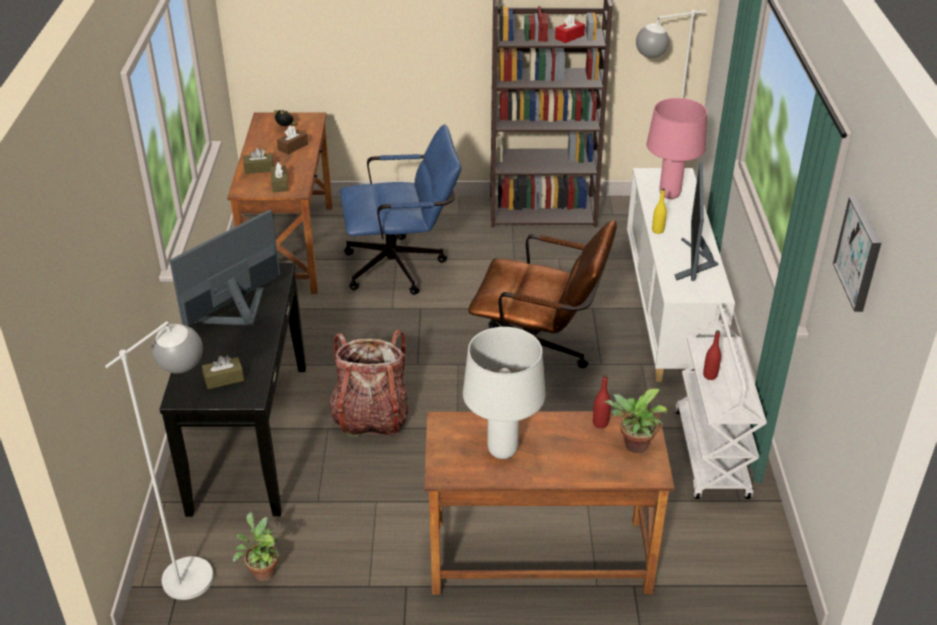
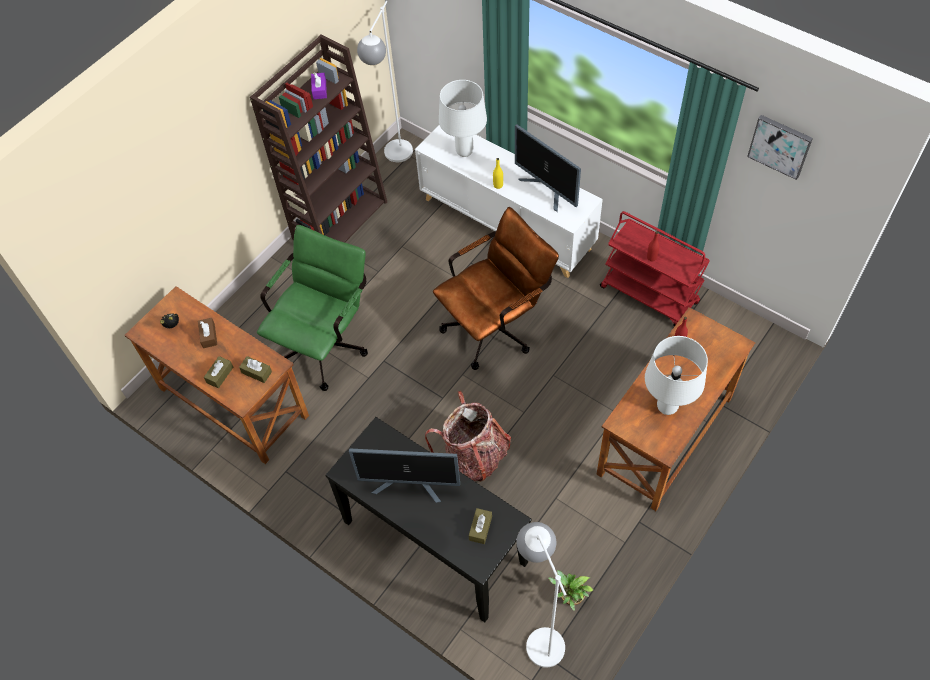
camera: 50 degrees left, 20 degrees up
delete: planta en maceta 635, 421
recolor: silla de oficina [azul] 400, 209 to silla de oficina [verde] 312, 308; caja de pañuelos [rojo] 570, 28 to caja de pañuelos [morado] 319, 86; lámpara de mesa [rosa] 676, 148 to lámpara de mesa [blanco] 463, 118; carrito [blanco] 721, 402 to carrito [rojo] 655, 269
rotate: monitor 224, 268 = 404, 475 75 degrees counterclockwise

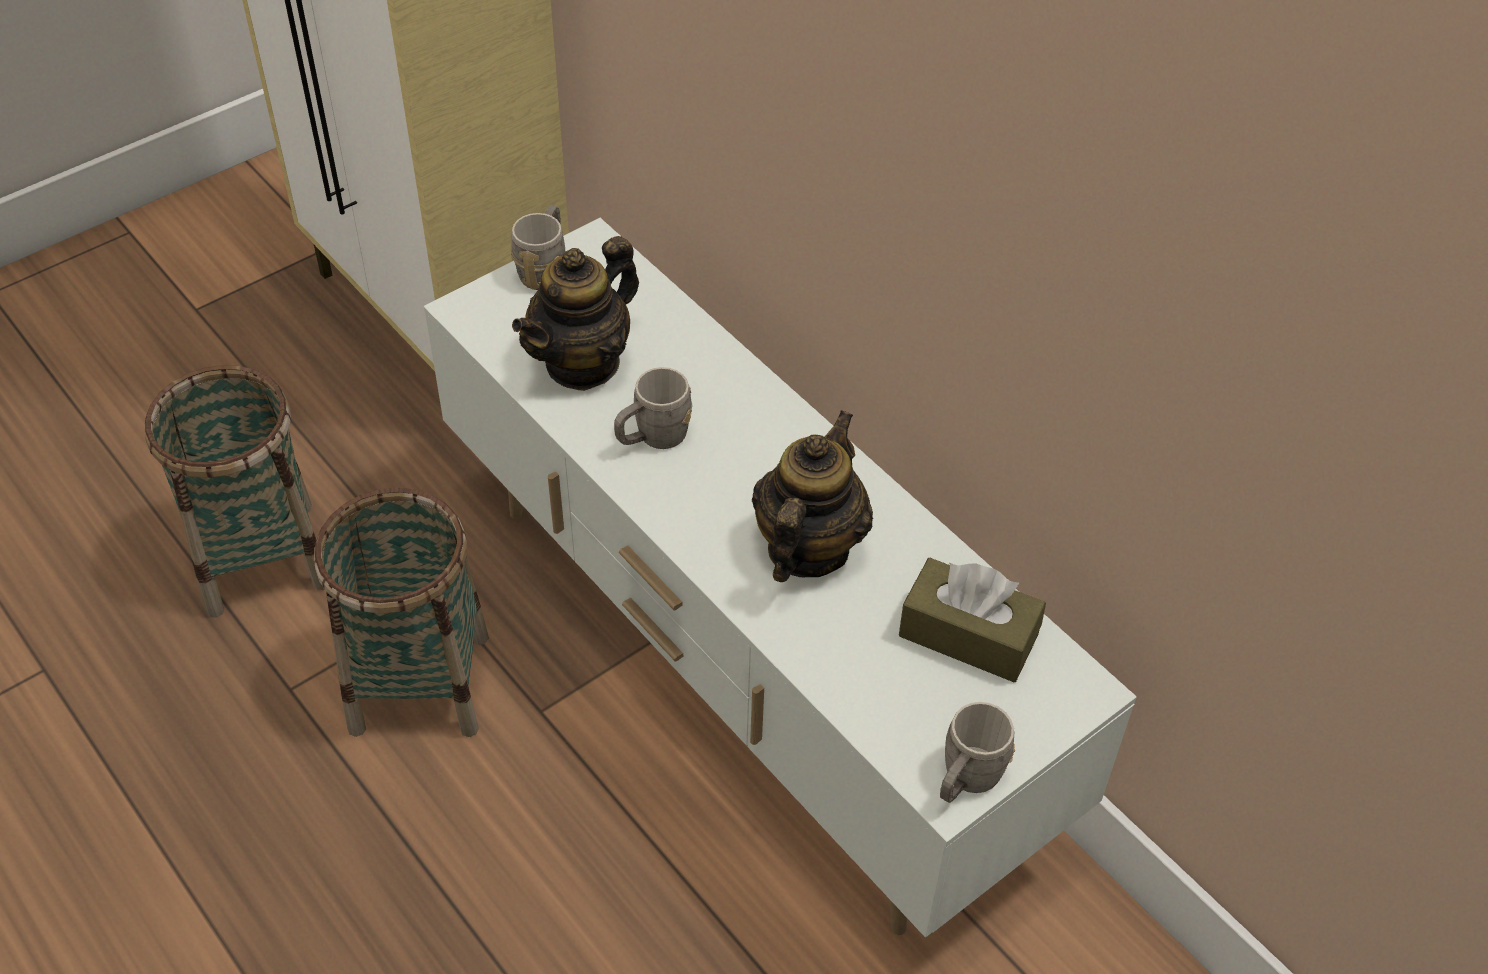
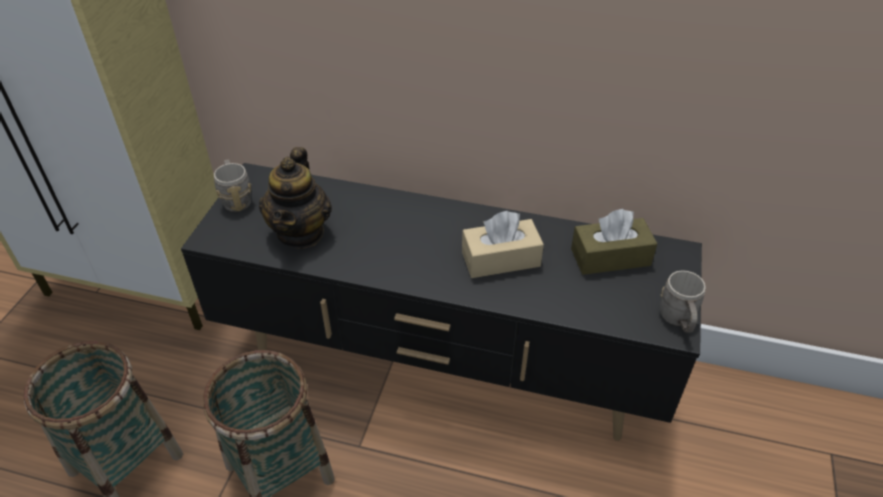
camera: 35 degrees left, 5 degrees down
delete: taza grande [gris] 653, 408
replace: tetera 812, 496 to caja de pañuelos [beis] 503, 244
recolor: mueble de televisión [blanco] 780, 578 to mueble de televisión [negro] 441, 302

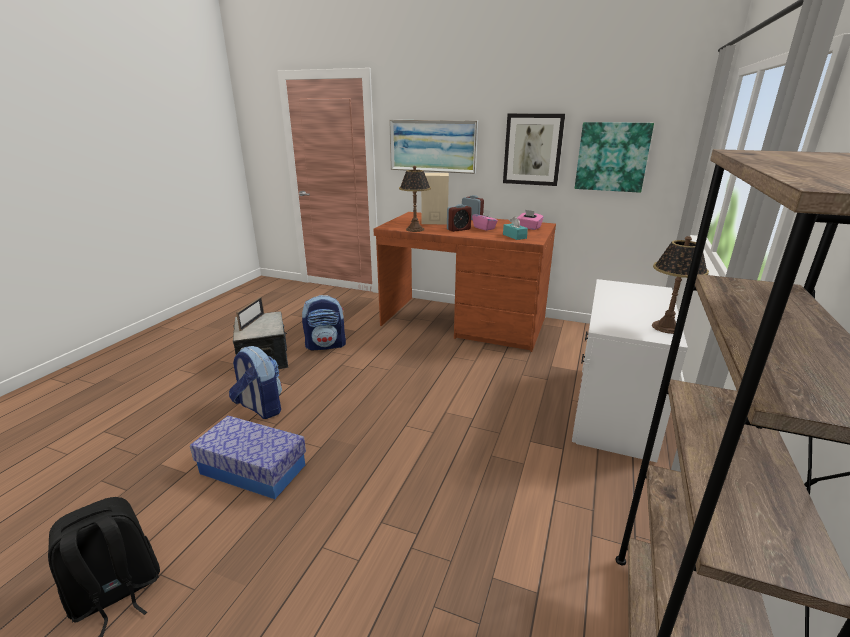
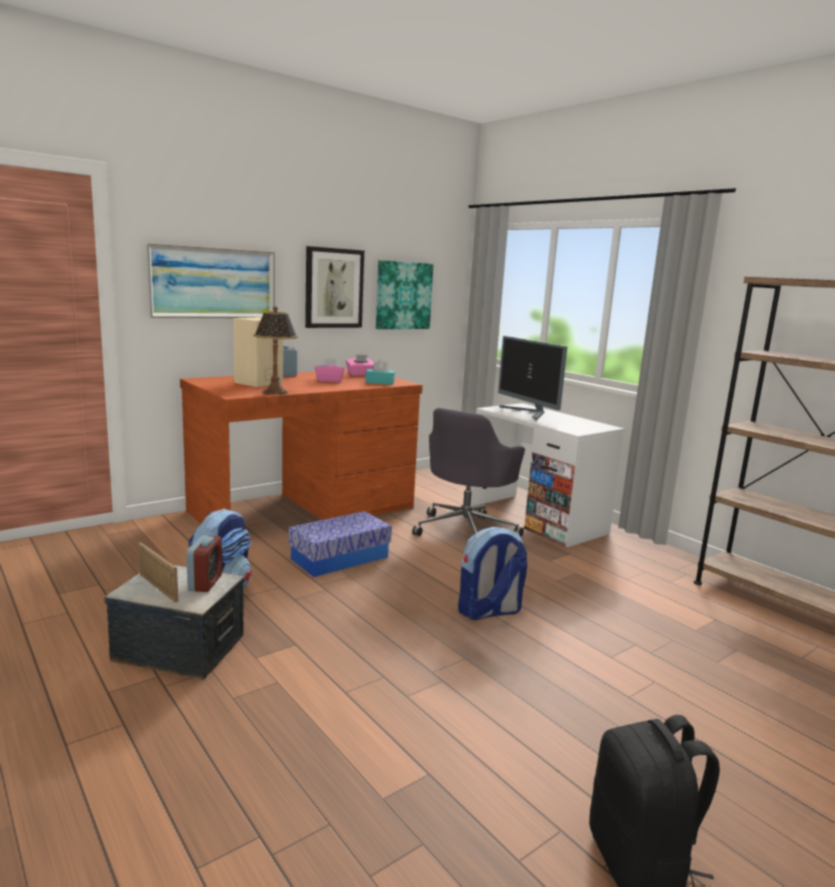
camera: 60 degrees left, 10 degrees down
delete: lámpara de mesa 680, 285
insert: silla de oficina [gris] 468, 472; monitor 532, 378
move: caja de almacenaje 248, 457 to 340, 544; mochila 255, 382 to 492, 573; despertador 459, 218 to 204, 563

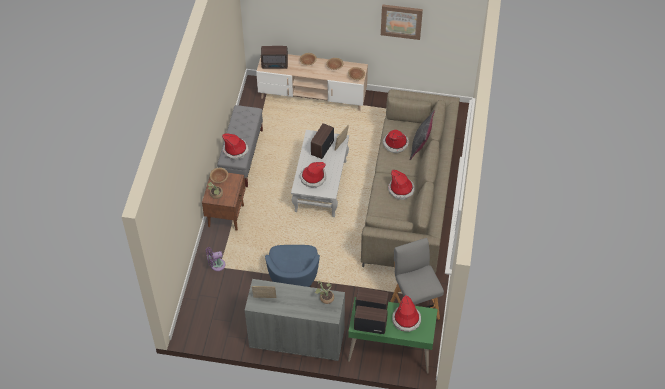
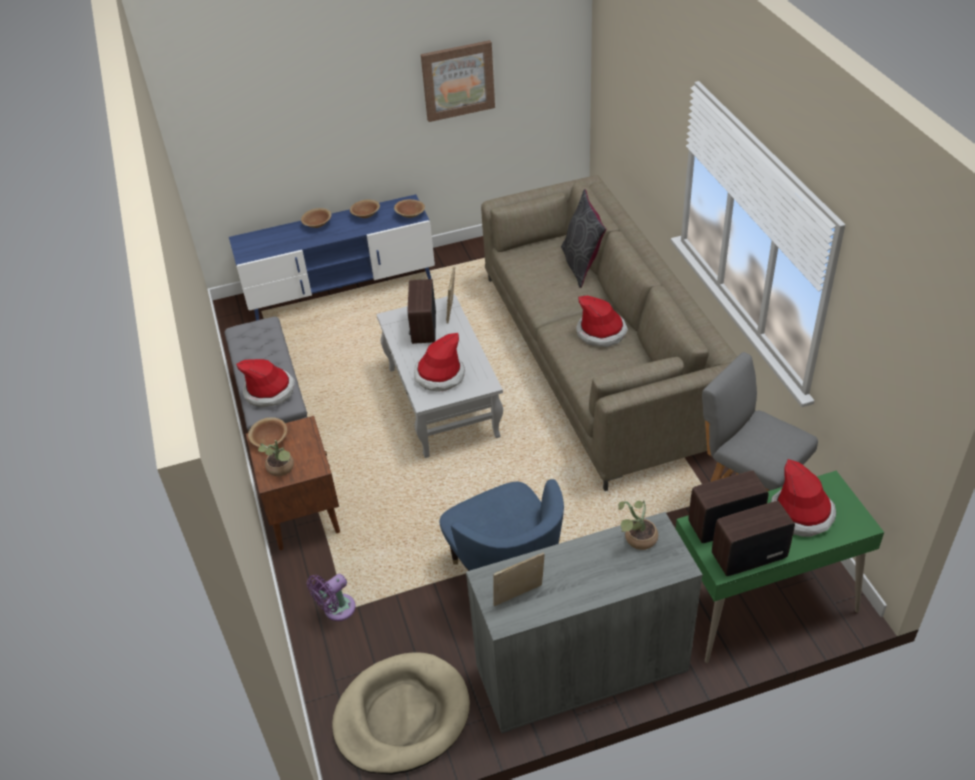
camera: 25 degrees left, 10 degrees down
delete: radio 274, 57; sombrero 396, 141
insert: cama para perro [beis] 401, 713
recolor: mueble de televisión [beis] 312, 82 to mueble de televisión [azul] 332, 257

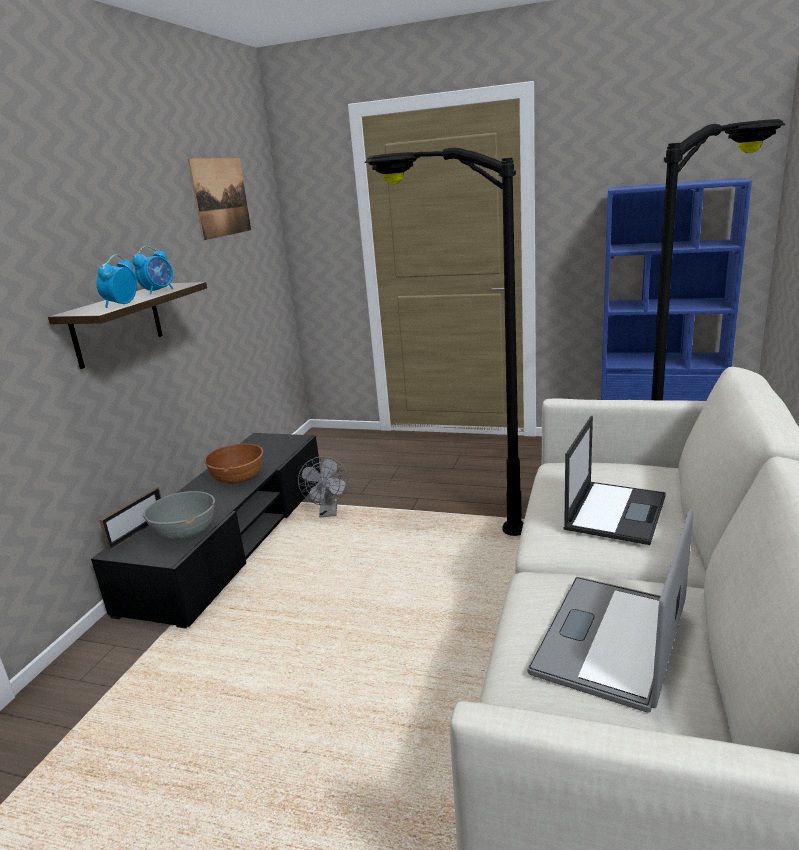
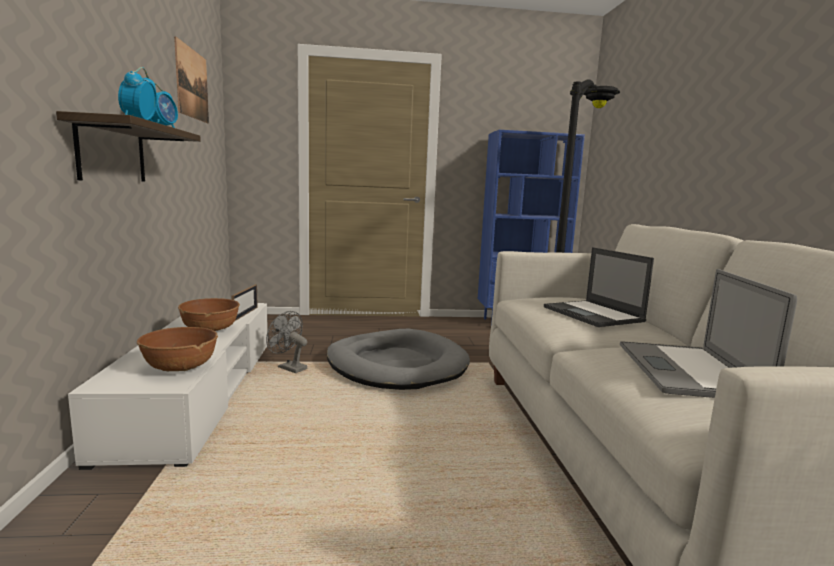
camera: 25 degrees left, 10 degrees down
move: portarretratos 130, 519 to 245, 303
replace: lámpara de pie [negro] 444, 341 to cama para perro [gris] 398, 359
recolor: mueble de televisión [negro] 206, 531 to mueble de televisión [blanco] 168, 386; cuenco [gris] 179, 516 to cuenco [marrón] 177, 349
rotate: ventilador [gris] 323, 486 = 286, 342 150 degrees clockwise; portátil 615, 480 = 599, 287 150 degrees clockwise

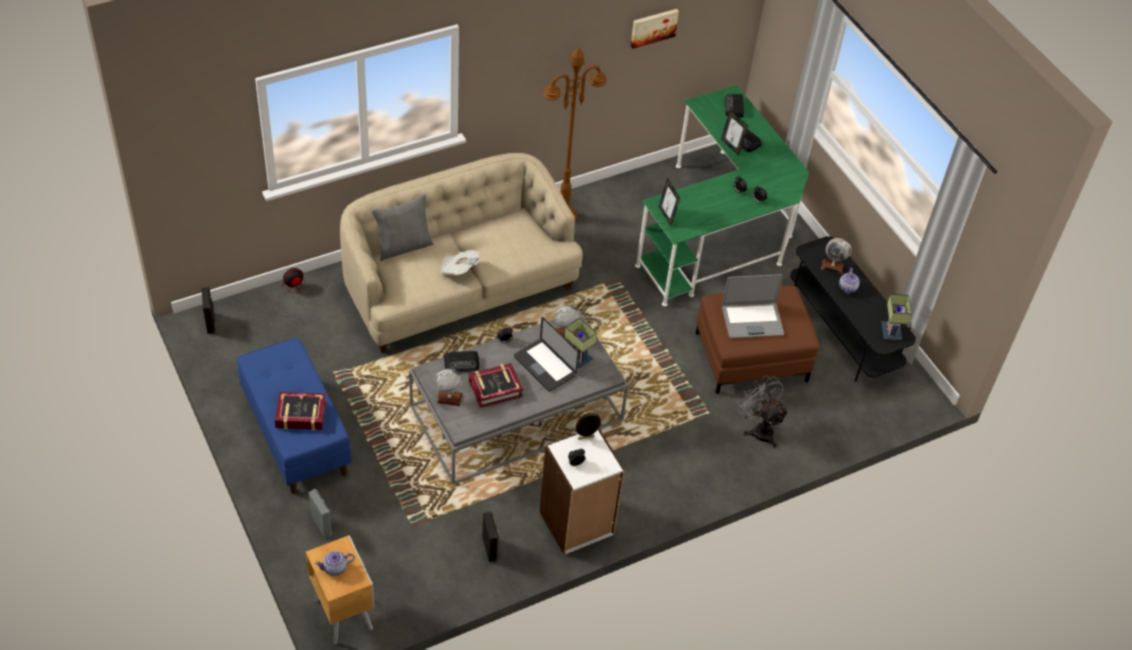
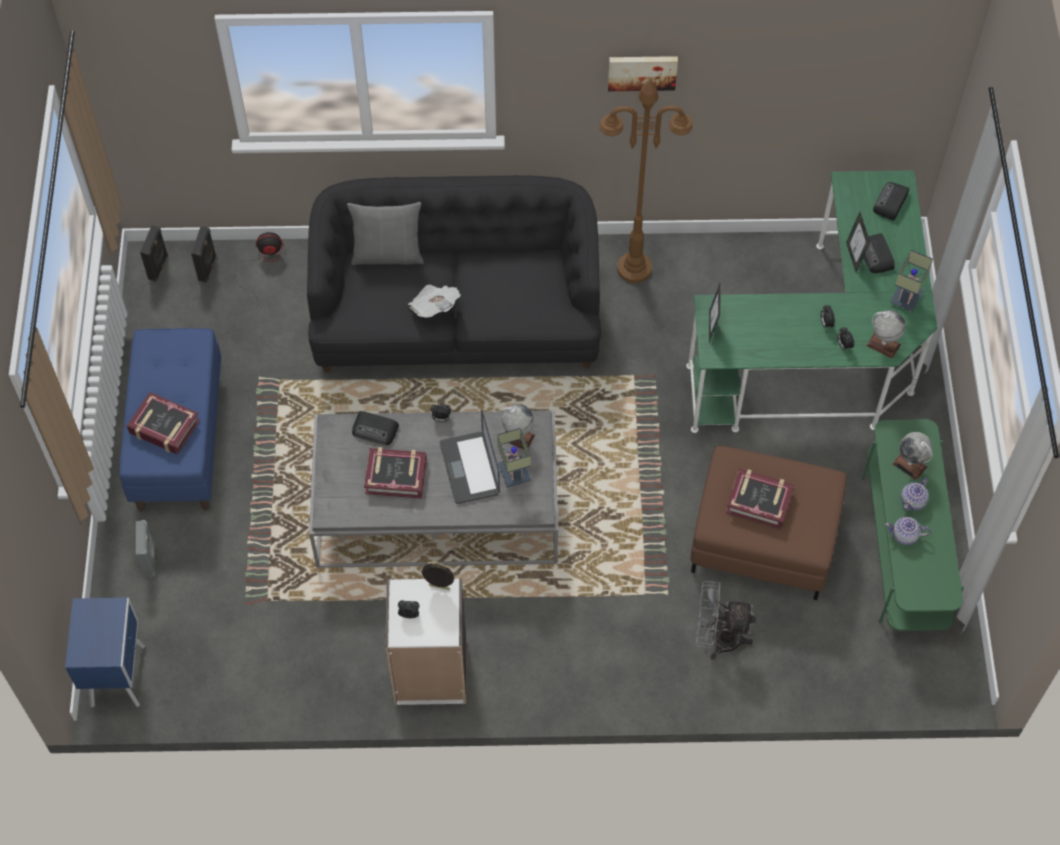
camera: 30 degrees right, 10 degrees up
move: tetera 335, 563 to 907, 531; globo terráqueo 449, 387 to 886, 334; altavoz [negro] 490, 536 to 203, 254; cuadro 655, 29 to 643, 73; lámpara de mesa 896, 317 to 911, 281
replace: portátil 753, 306 to libro 759, 498
recolor: mesita de noche [marrón] 340, 589 to mesita de noche [azul] 105, 653; sofá [beis] 461, 253 to sofá [negro] 454, 273; mueble de televisión [negro] 853, 309 to mueble de televisión [verde] 913, 525
rotate: ventilador [gris] 763, 411 = 726, 620 75 degrees counterclockwise

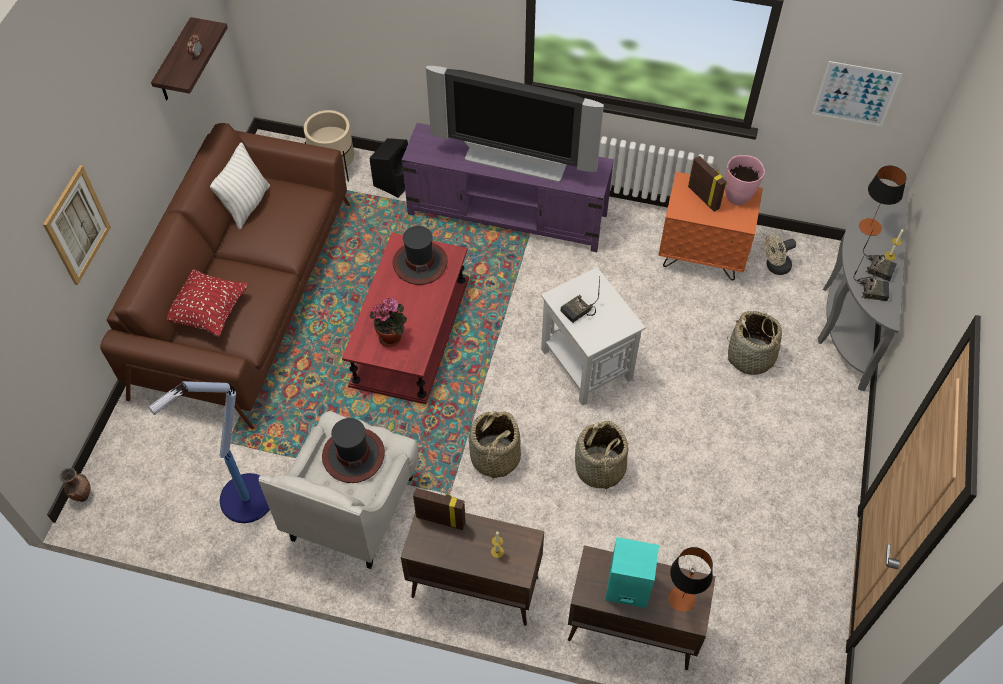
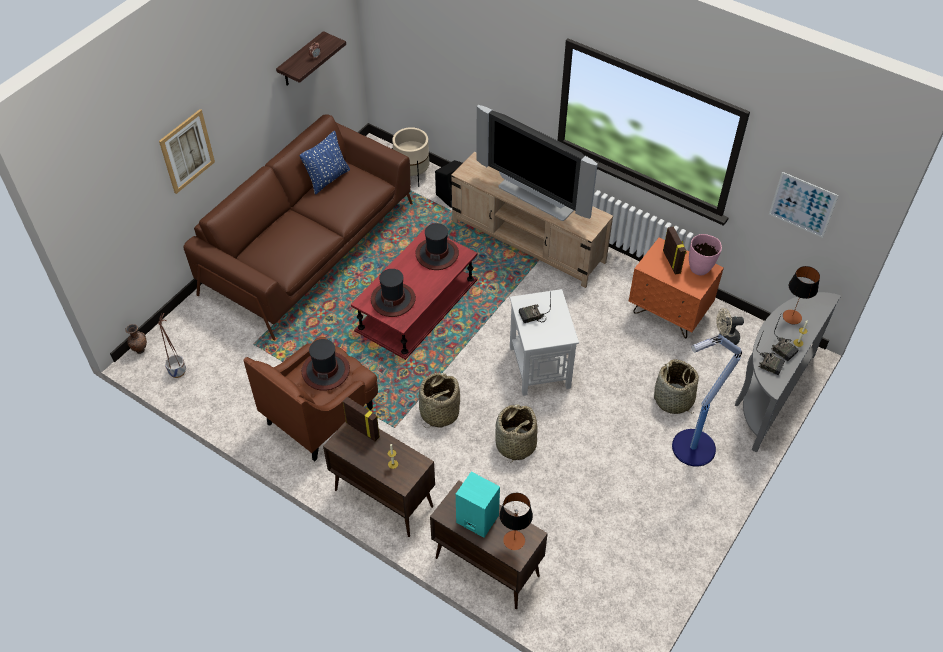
camera: 20 degrees right, 5 degrees down
delete: cojín [rojo] 208, 303
insert: maceta 172, 345
move: lámpara de pie 209, 452 to 707, 400
replace: planta en maceta 388, 322 to sombrero 393, 293
recolor: cojín [blanco] 240, 186 to cojín [azul] 324, 163; sillón [blanco] 338, 490 to sillón [marrón] 310, 399; mueble de televisión [morado] 508, 187 to mueble de televisión [beis] 532, 220

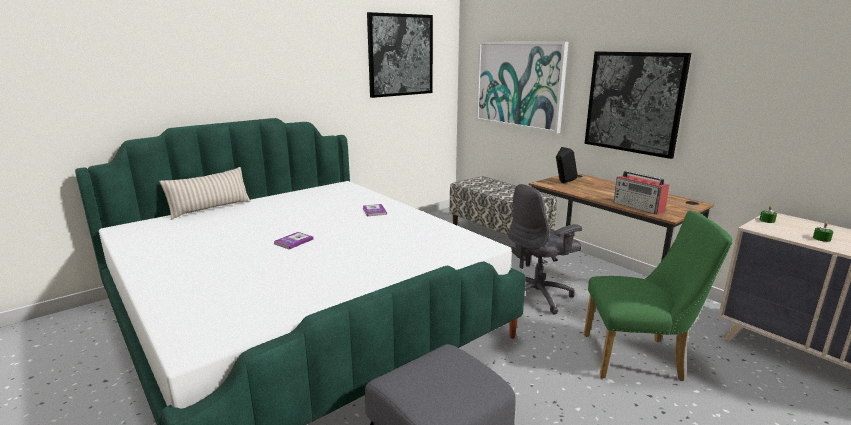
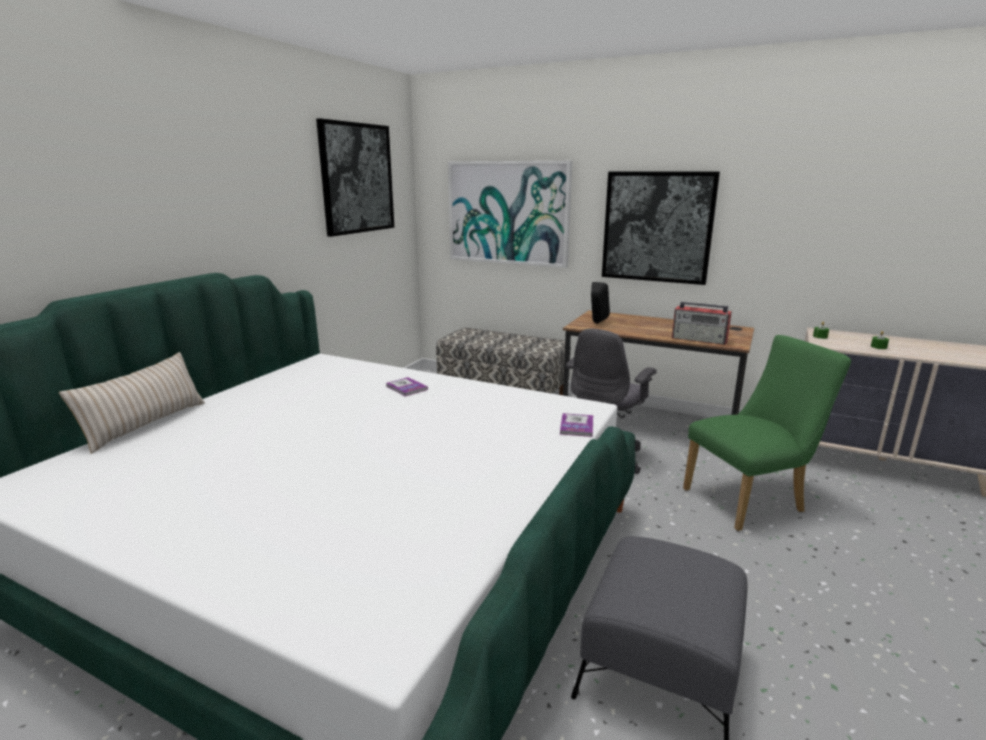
camera: 25 degrees left, 0 degrees up
move: libro 293, 240 to 576, 425

